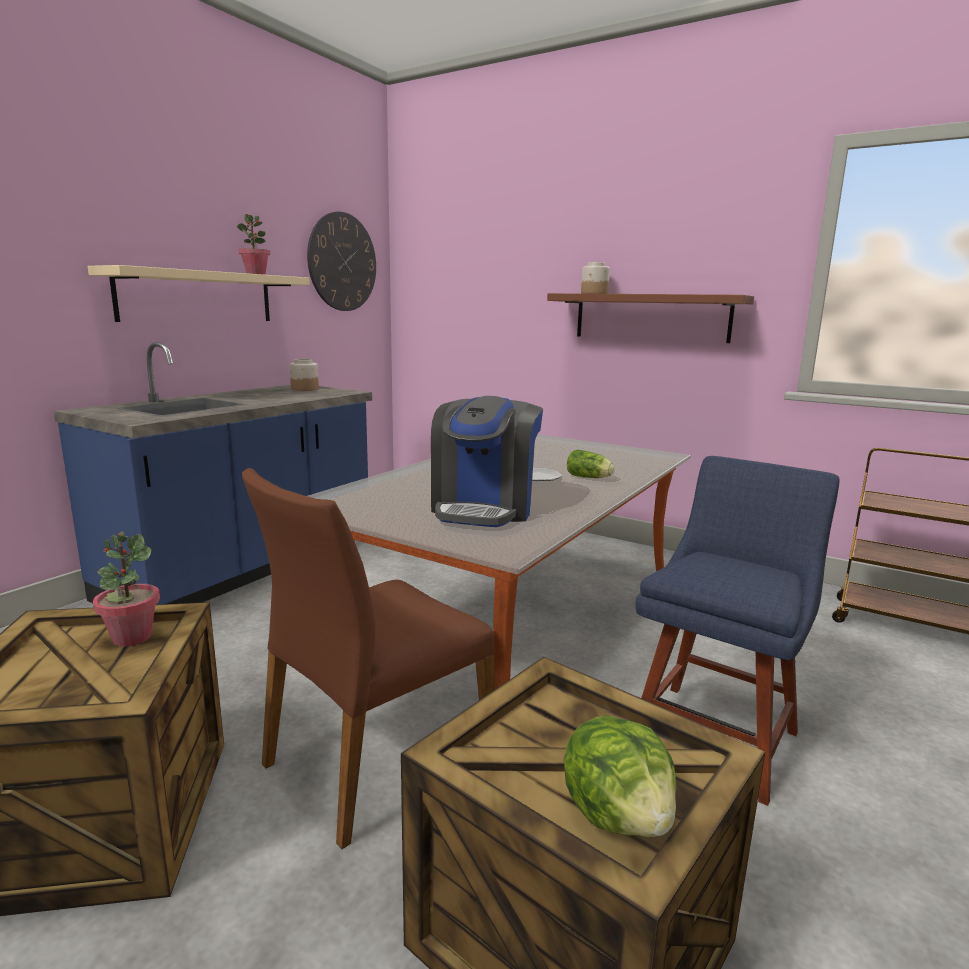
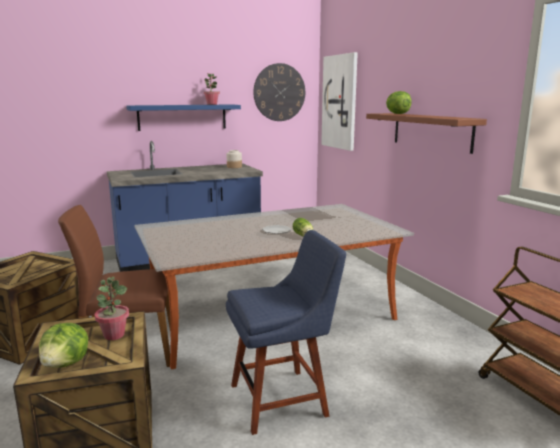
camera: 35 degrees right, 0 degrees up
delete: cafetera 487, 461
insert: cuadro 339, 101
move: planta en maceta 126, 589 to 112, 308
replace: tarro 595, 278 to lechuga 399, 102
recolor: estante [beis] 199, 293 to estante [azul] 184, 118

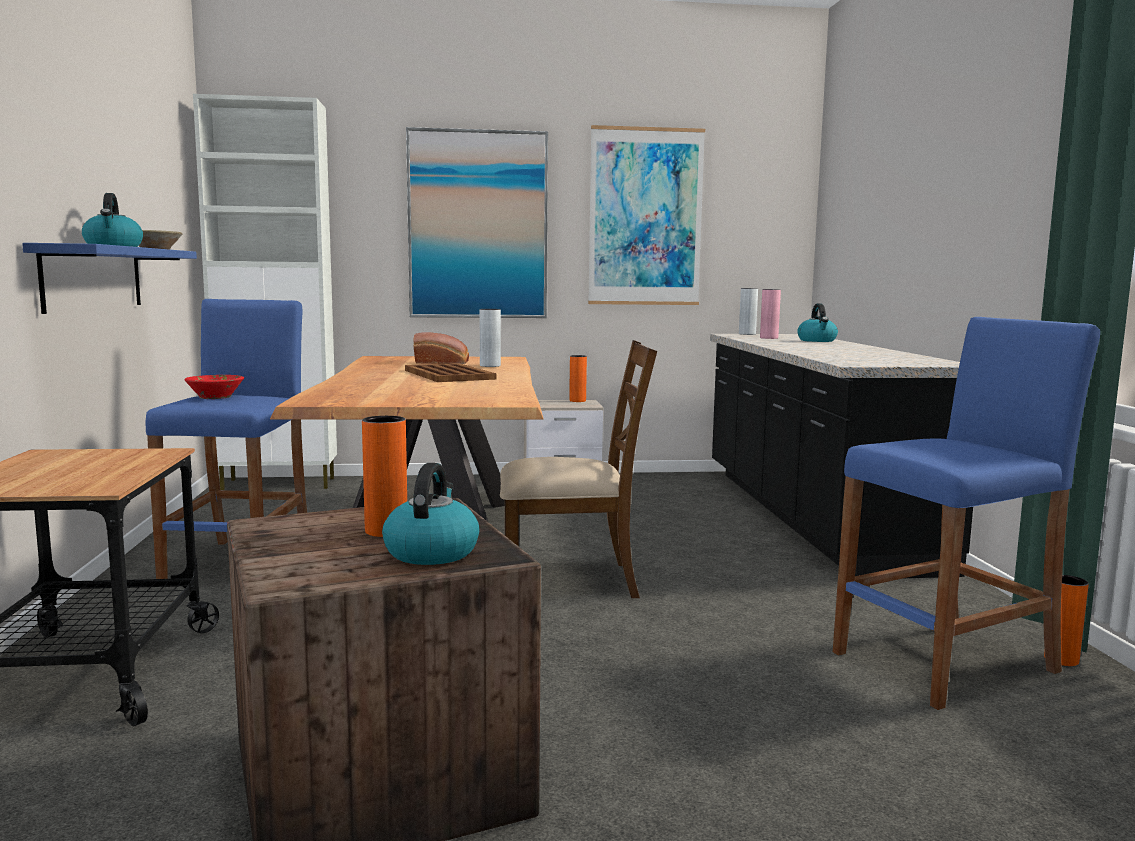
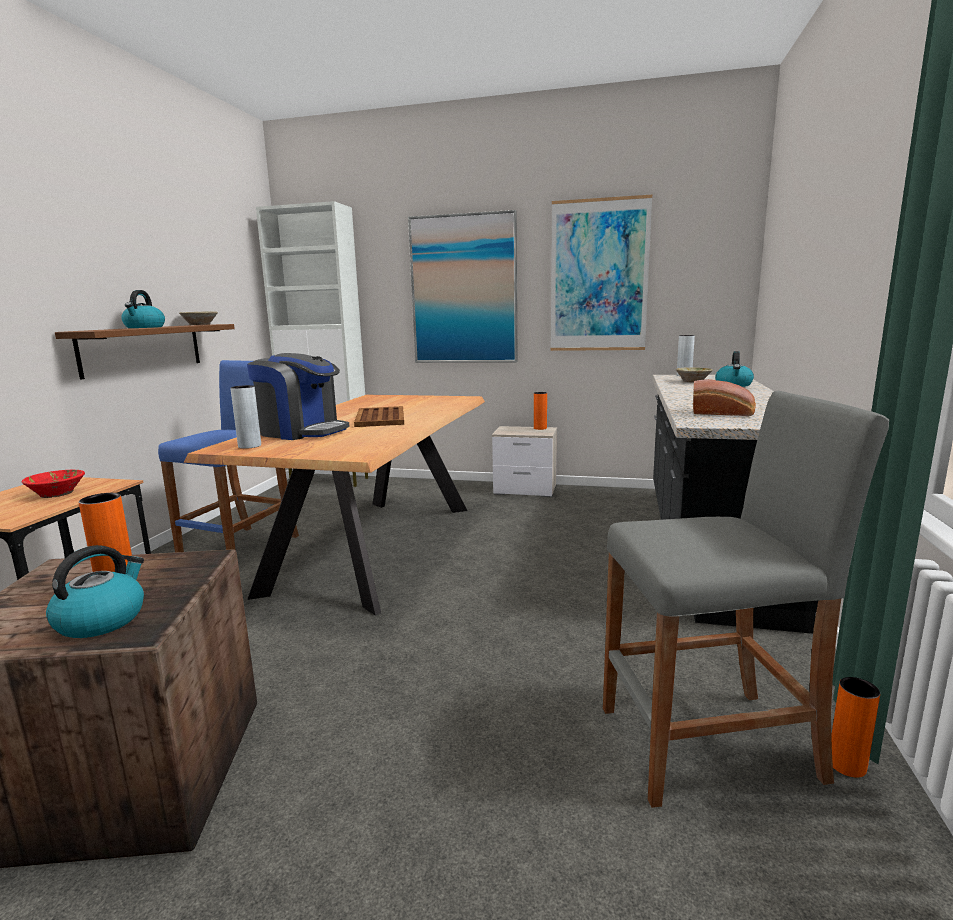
camera: 20 degrees right, 5 degrees up
delete: silla [marrón] 578, 469
insert: cafetera 298, 396
move: cuenco [rojo] 214, 387 to 53, 484; pan 441, 348 to 724, 397; florero [gris] 490, 338 to 245, 417
replace: florero [rosa] 770, 314 to cuenco [beis] 694, 374
recolor: estante [azul] 109, 278 to estante [marrón] 145, 352; taburete [azul] 966, 513 to taburete [gris] 746, 599

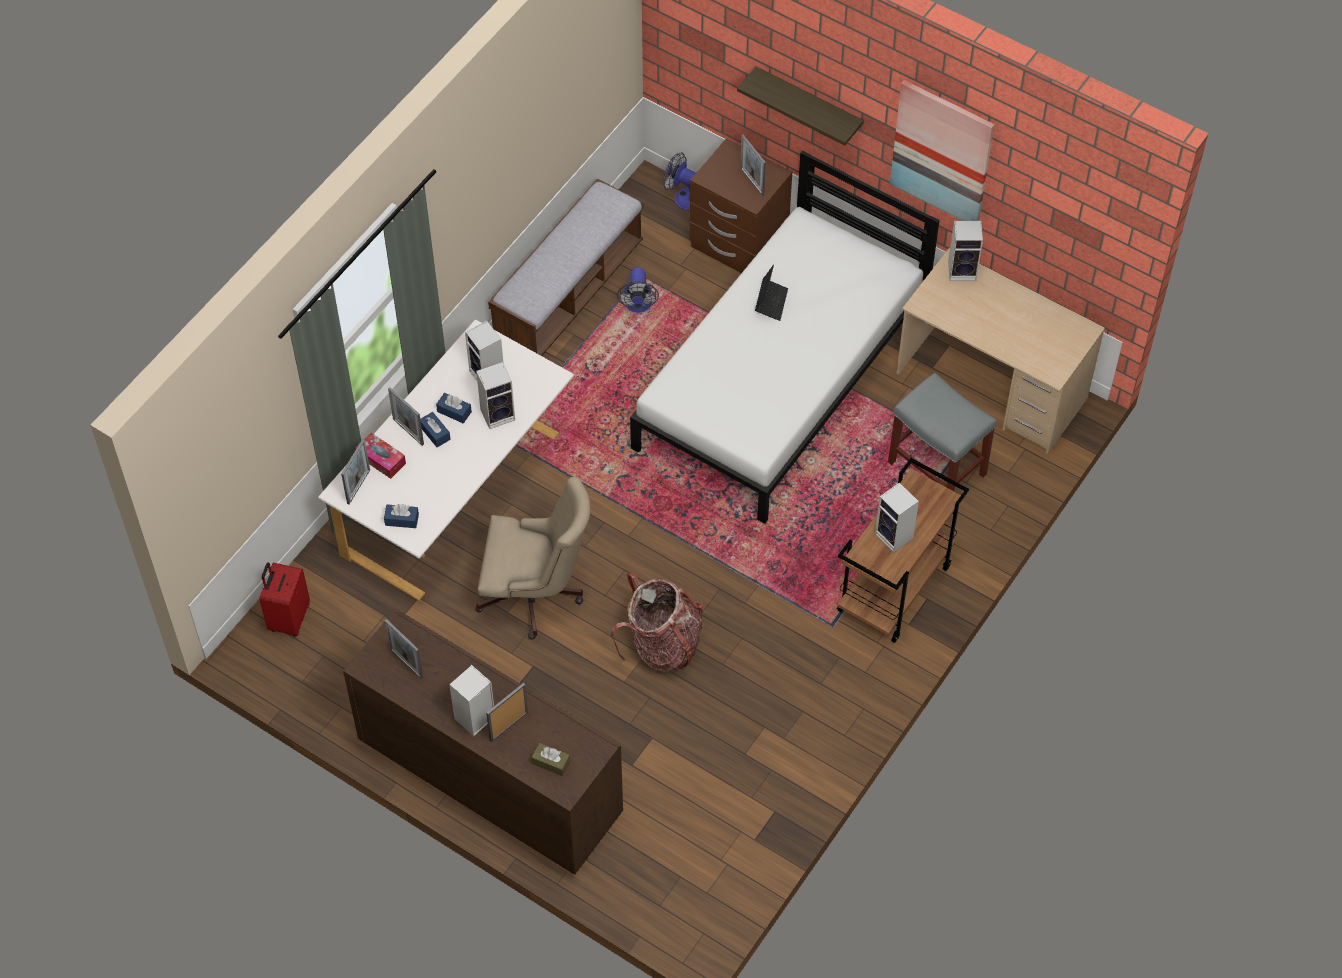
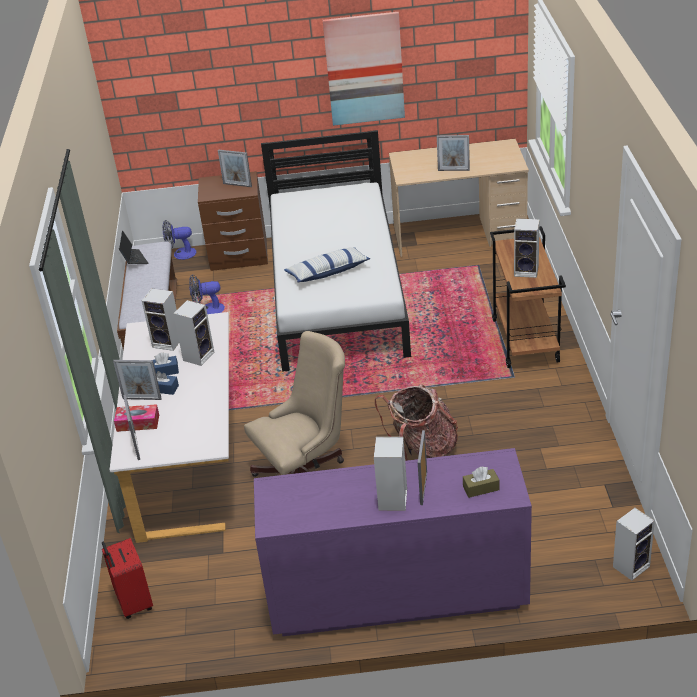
camera: 35 degrees left, 20 degrees down
delete: caja de pañuelos [azul] 401, 516; estante 800, 106; taburete [gris] 942, 431
insert: cojín 327, 264
move: portarretratos 404, 649 to 453, 153; portátil 771, 292 to 134, 247; altavoz 965, 251 to 634, 544
recolor: cómoda [marrón] 483, 742 to cómoda [morado] 393, 542
rotate: ventilador 638, 290 = 207, 294 120 degrees clockwise

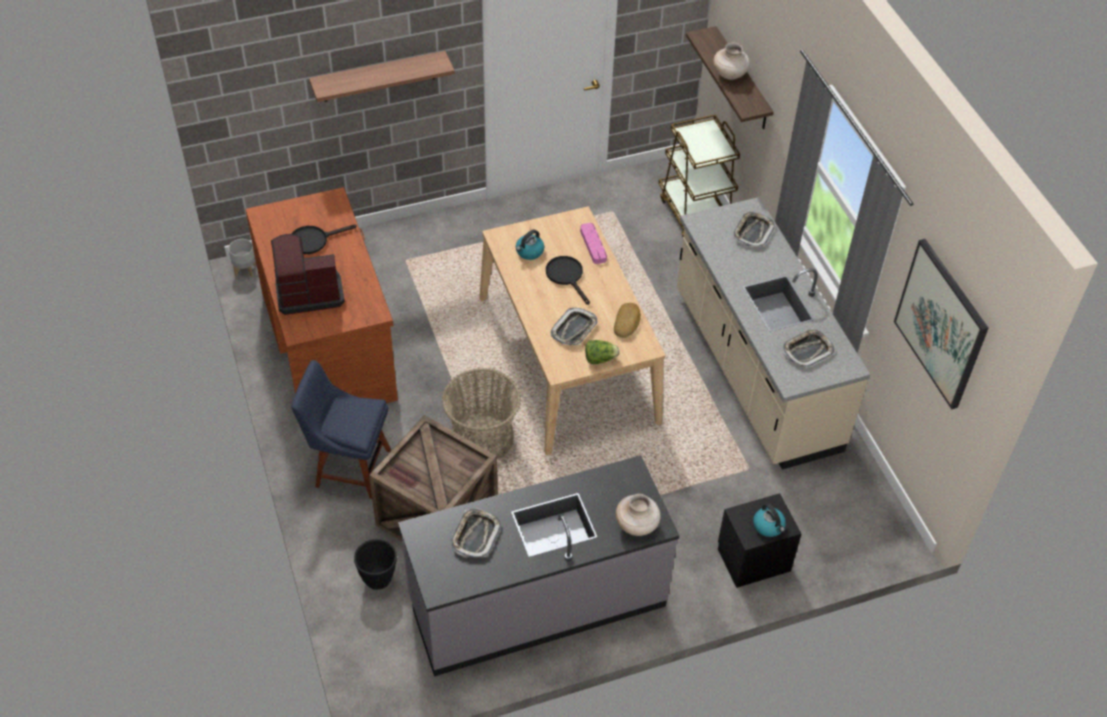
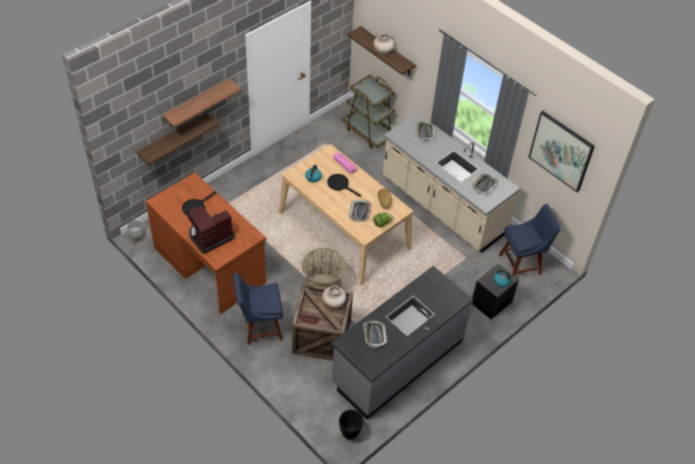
camera: 25 degrees left, 0 degrees up
insert: estante 178, 139; silla [azul] 530, 240
move: maceta [negro] 375, 564 to 351, 424; florero [beis] 638, 515 to 334, 297

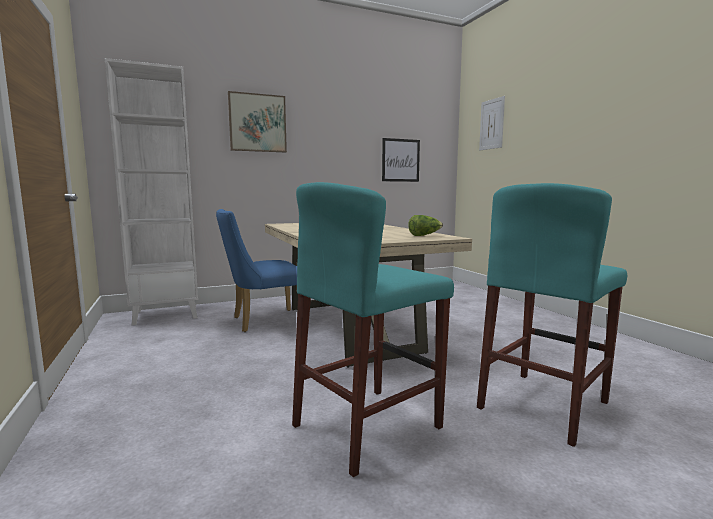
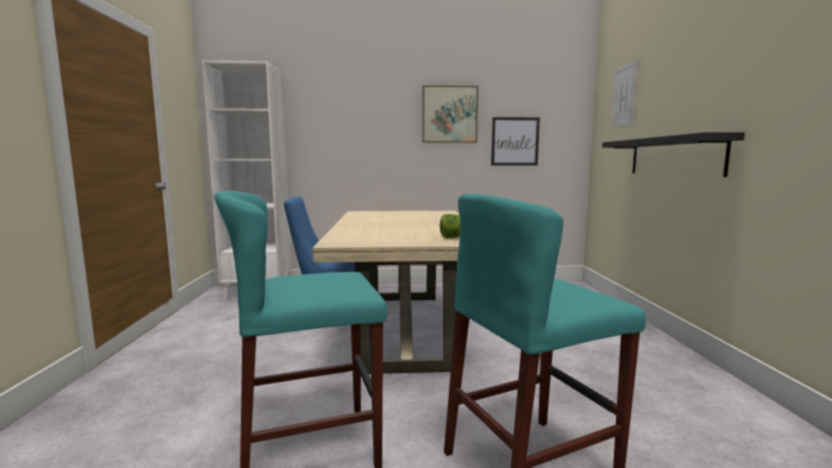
camera: 20 degrees right, 0 degrees up
insert: estante [negro] 673, 154
move: cuadro 257, 121 to 450, 114

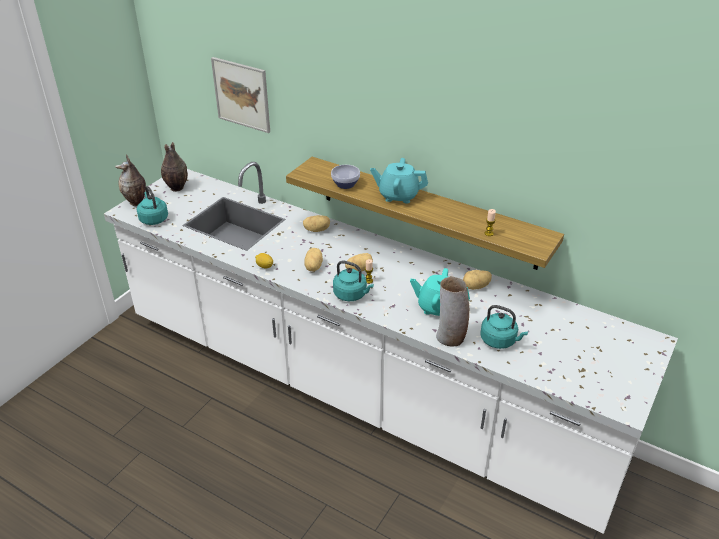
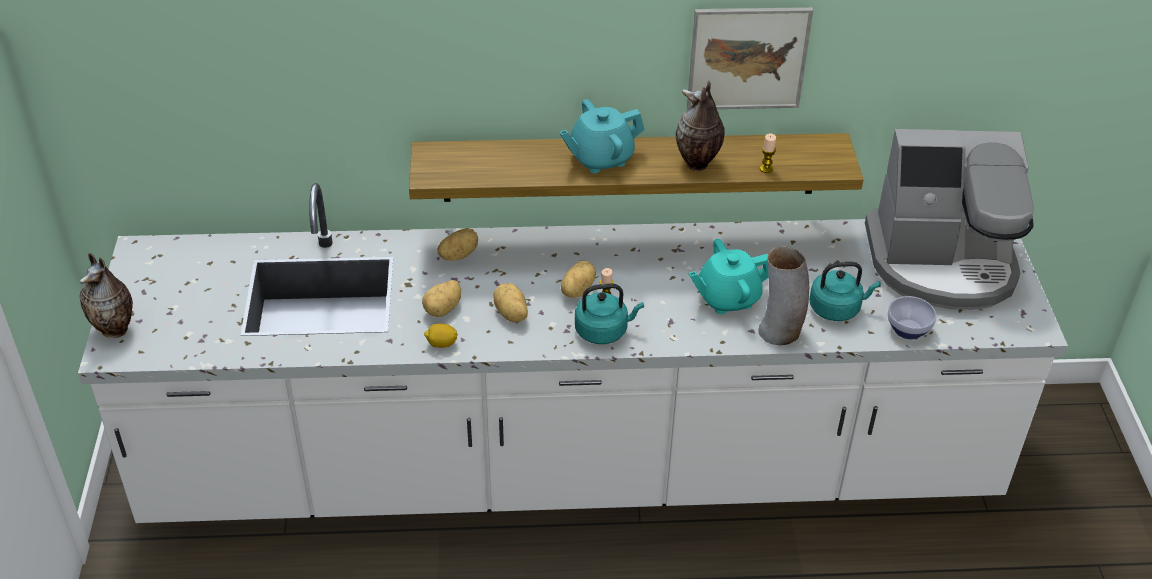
camera: 35 degrees left, 5 degrees up
delete: hervidor [turquesa] 152, 205
insert: cafetera 949, 219
move: florero 174, 167 to 700, 125; cuadro 240, 95 to 750, 58; cuenco 345, 177 to 912, 317; patata 477, 280 to 441, 298

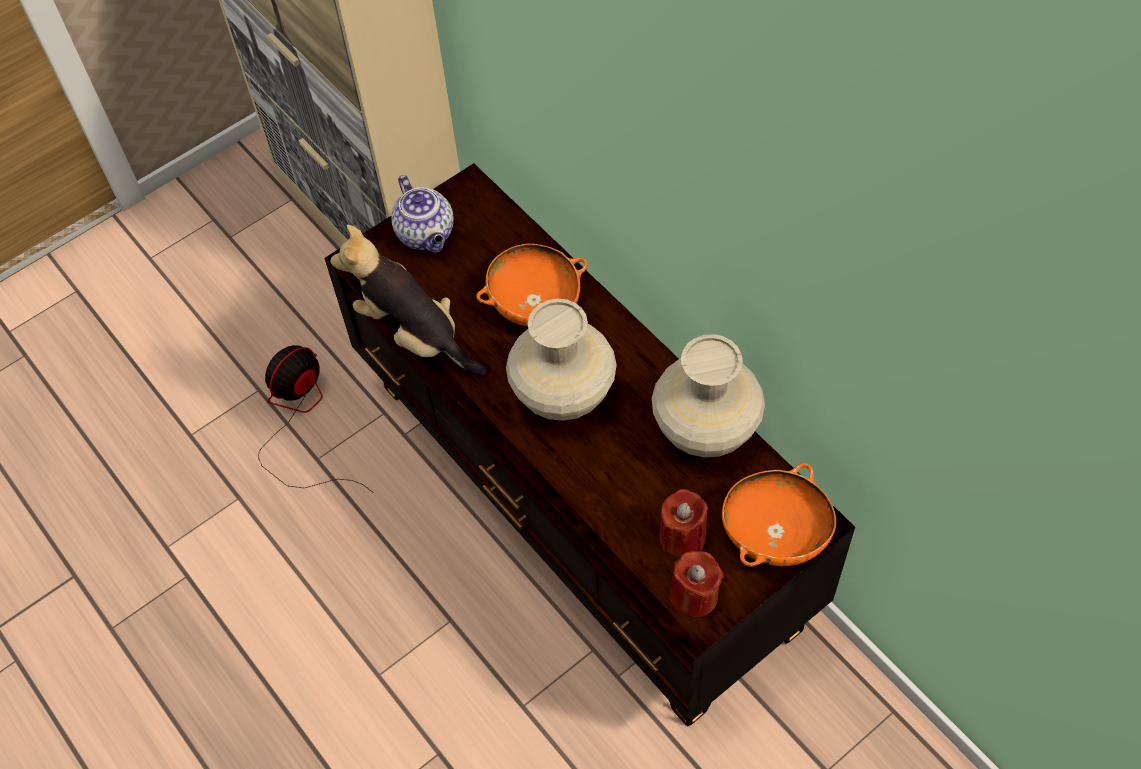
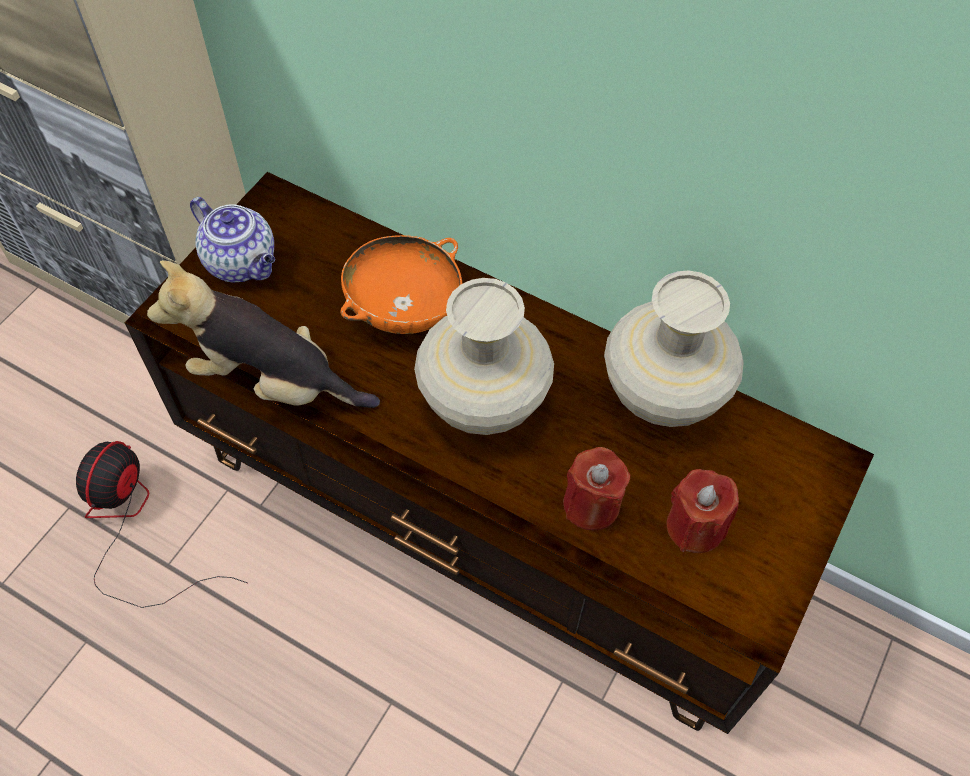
camera: 25 degrees left, 0 degrees up
delete: cuenco [naranja] 779, 515
move: vela [rojo] 696, 584 to 596, 488

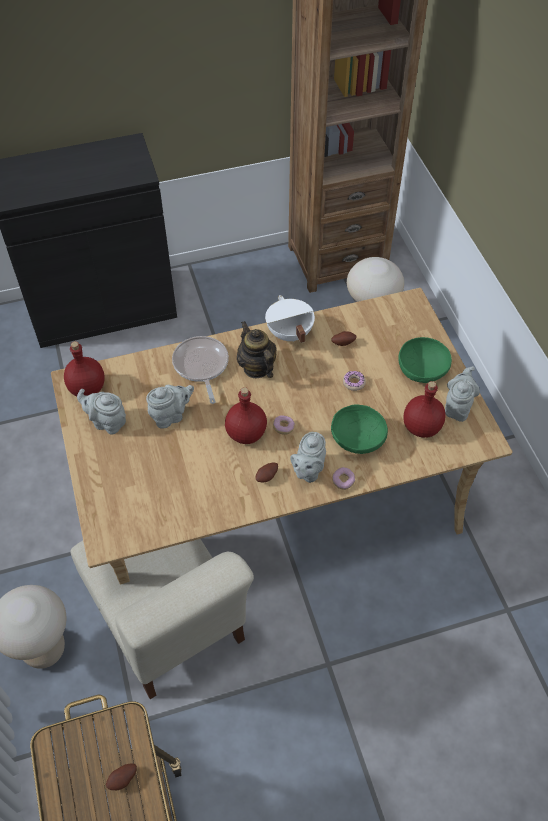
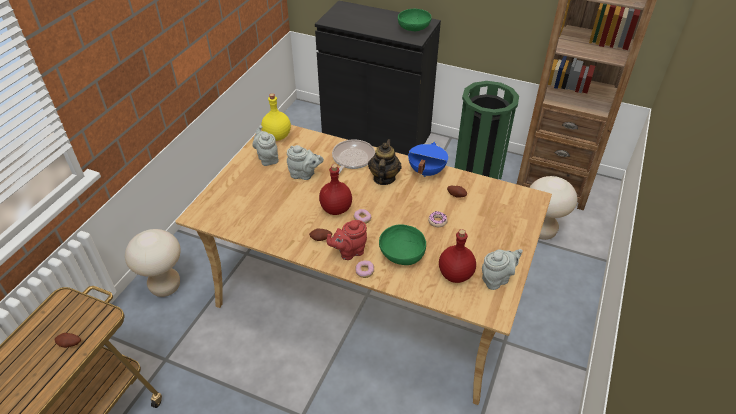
camera: 40 degrees right, 10 degrees down
delete: silla [beis] 162, 619
insert: papelera [verde] 487, 130
move: cuenco [verde] 425, 360 to 415, 20
recolor: botella [rojo] 84, 368 to botella [amarillo] 276, 117; olla [blanco] 290, 319 to olla [azul] 428, 159; tetera [gris] 308, 457 to tetera [rojo] 347, 240

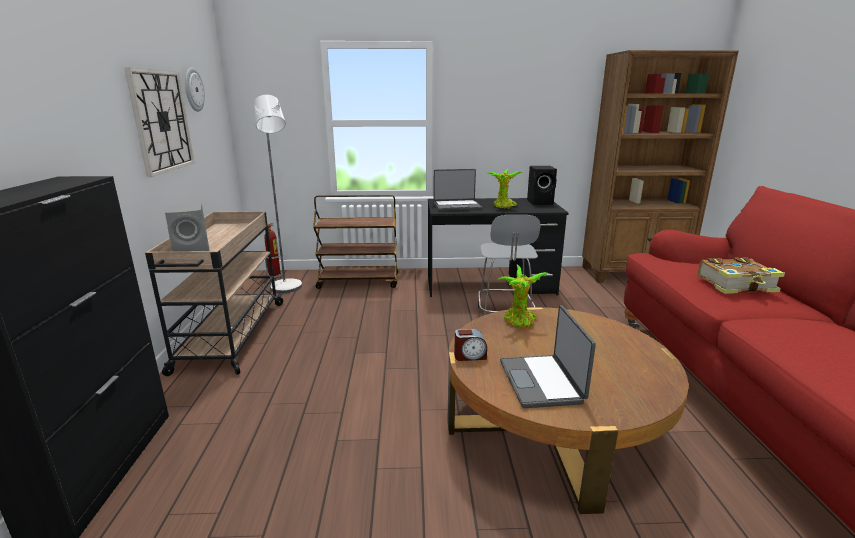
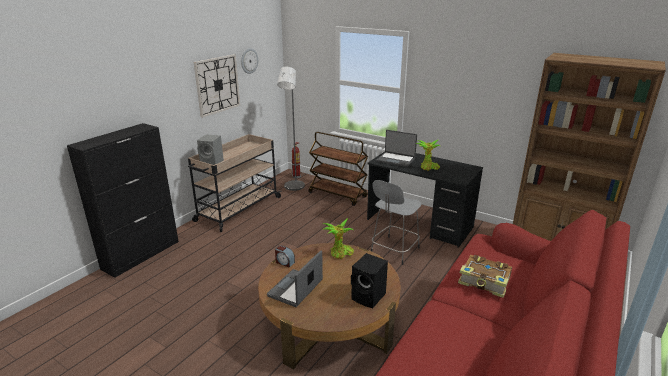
camera: 35 degrees right, 5 degrees up
move: altavoz [negro] 542, 185 to 369, 280

